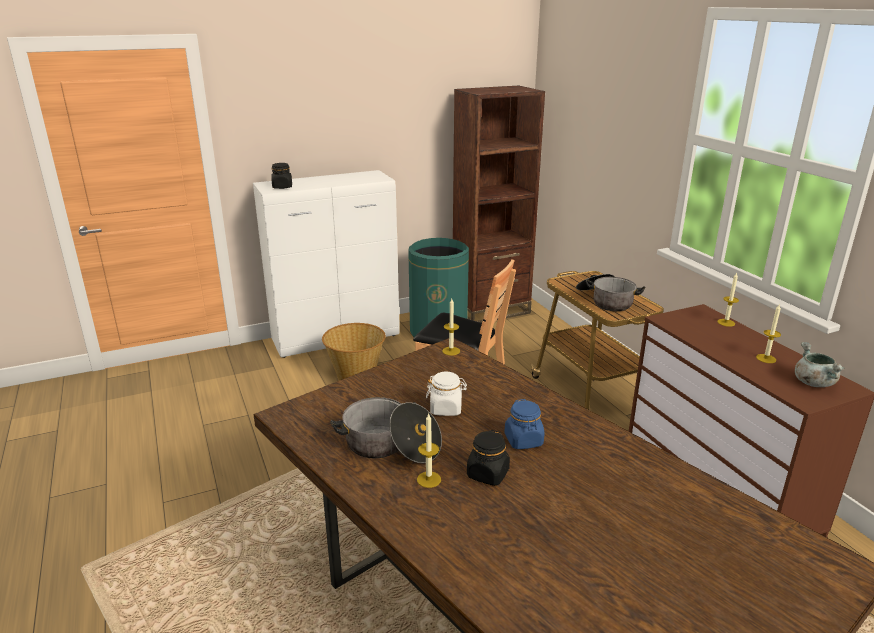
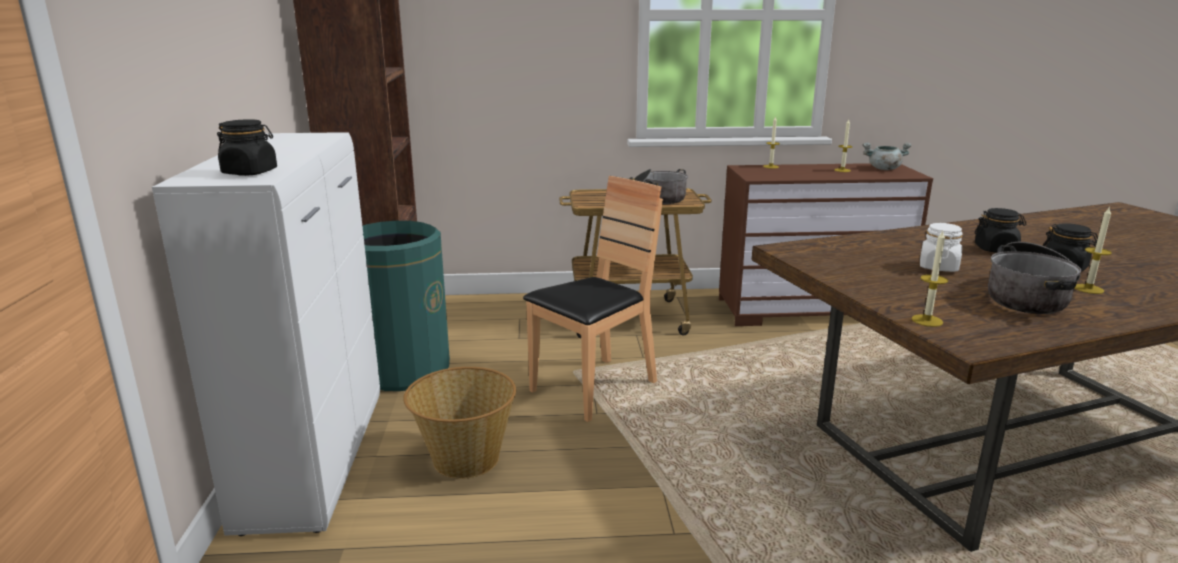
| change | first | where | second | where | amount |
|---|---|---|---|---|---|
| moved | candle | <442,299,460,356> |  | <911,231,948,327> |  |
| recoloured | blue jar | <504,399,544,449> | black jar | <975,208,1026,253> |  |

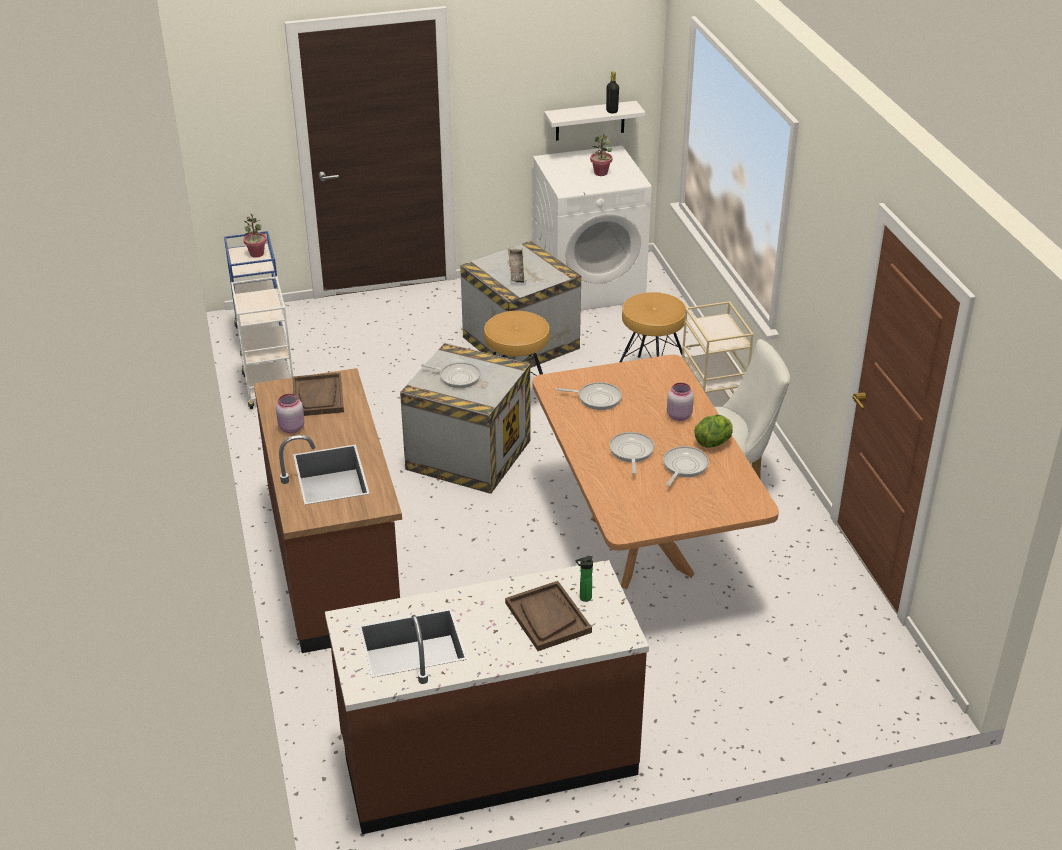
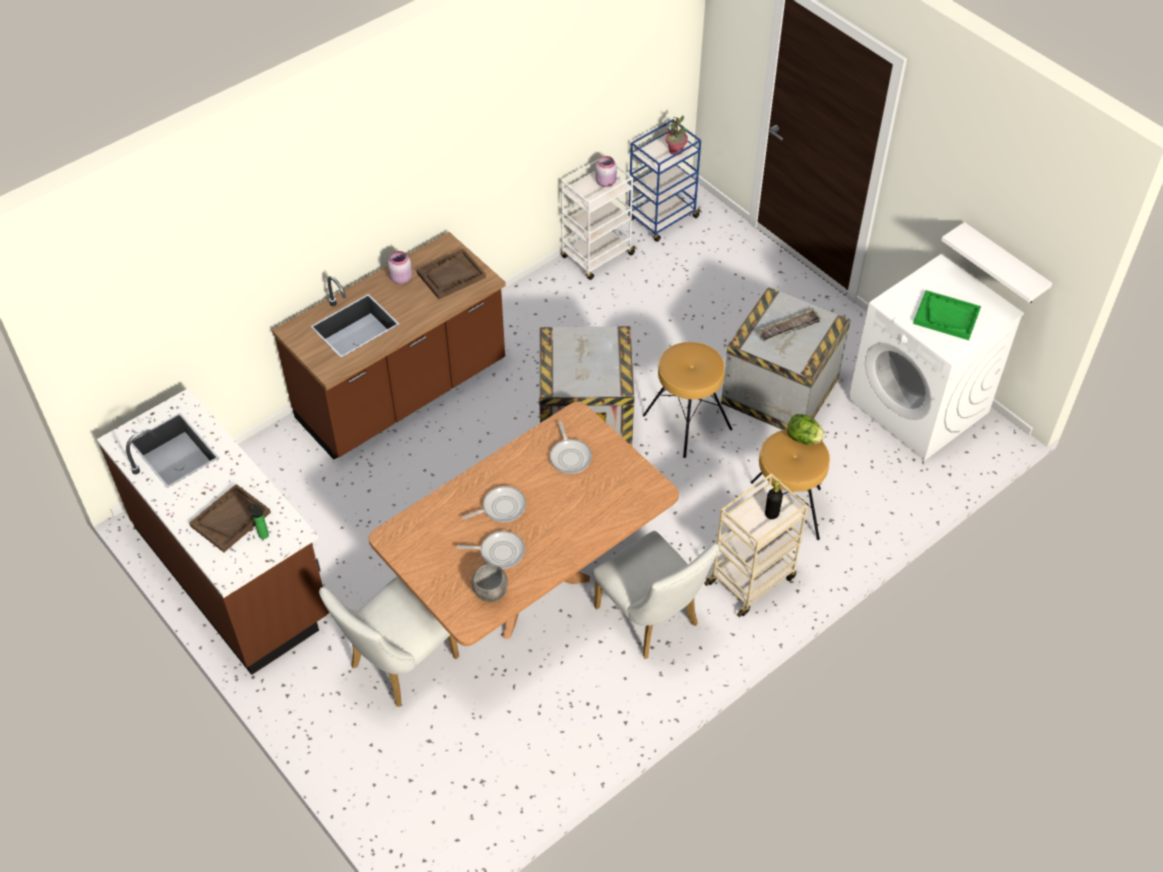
| change | first | where | second | where | amount |
|---|---|---|---|---|---|
| removed | frying pan | <421,362,481,388> |  |  |  |
| replaced | potted plant | <590,134,612,176> | green tray | <913,290,981,340> |  |
| moved | black bottle | <606,71,619,113> |  | <765,481,783,519> |  |
| moved | pink jar | <667,383,694,421> |  | <595,156,617,187> |  |
| moved | lettuce | <694,415,733,448> |  | <787,414,825,445> |  |
| added |  |  | white chair | <319,576,459,707> |  |
| added |  |  | grey bowl | <472,564,508,602> |  |

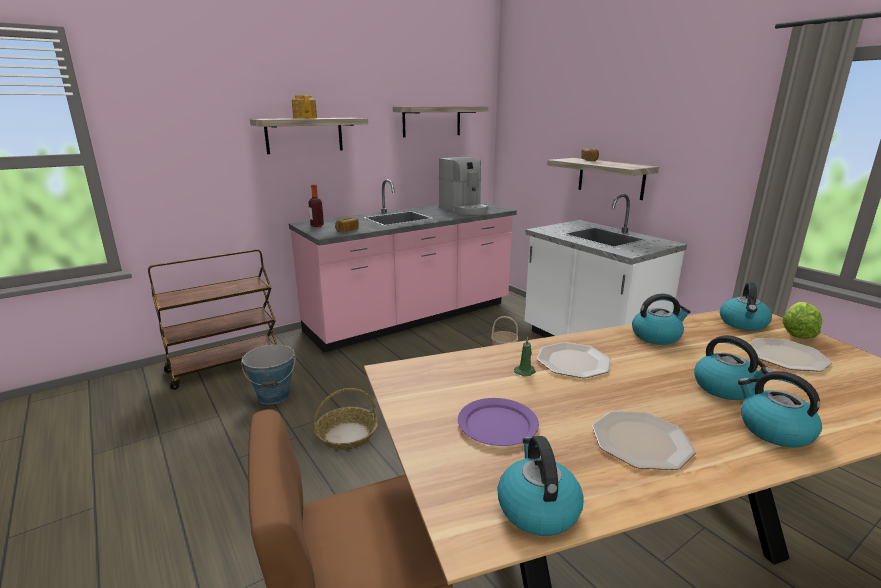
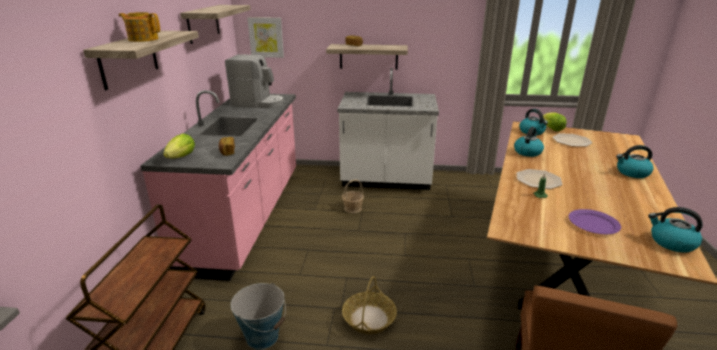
| change | first | where | second | where | amount |
|---|---|---|---|---|---|
| replaced | bottle | <309,184,324,227> | lettuce | <163,133,195,158> |  |
| removed | plate | <592,411,696,470> |  |  |  |
| removed | kettle | <694,335,773,400> |  |  |  |
| added |  |  | picture | <247,17,284,58> |  |

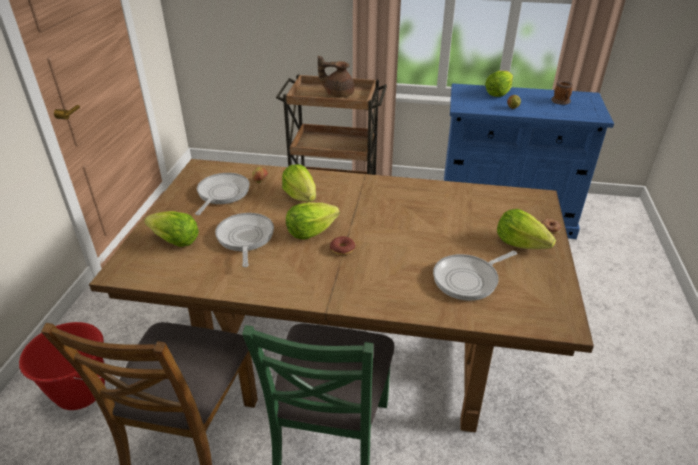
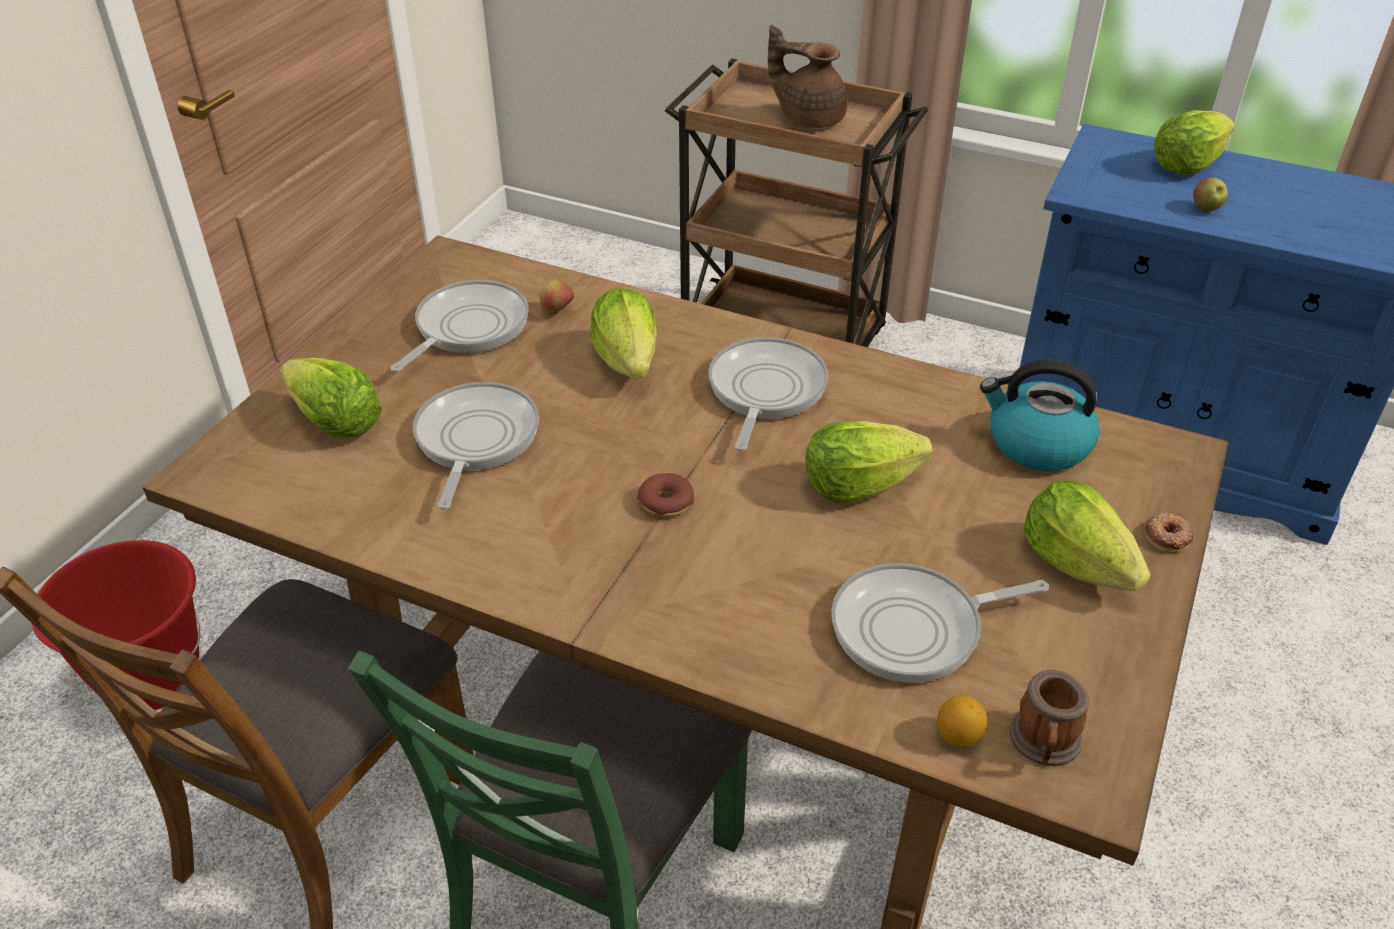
| change | first | where | second | where | amount |
|---|---|---|---|---|---|
| moved | lettuce | <286,202,340,240> |  | <805,421,932,503> |  |
| moved | mug | <551,81,573,105> |  | <1010,670,1089,766> |  |
| added |  |  | frying pan | <708,337,828,451> |  |
| added |  |  | lemon | <937,696,988,747> |  |
| added |  |  | kettle | <980,360,1100,471> |  |

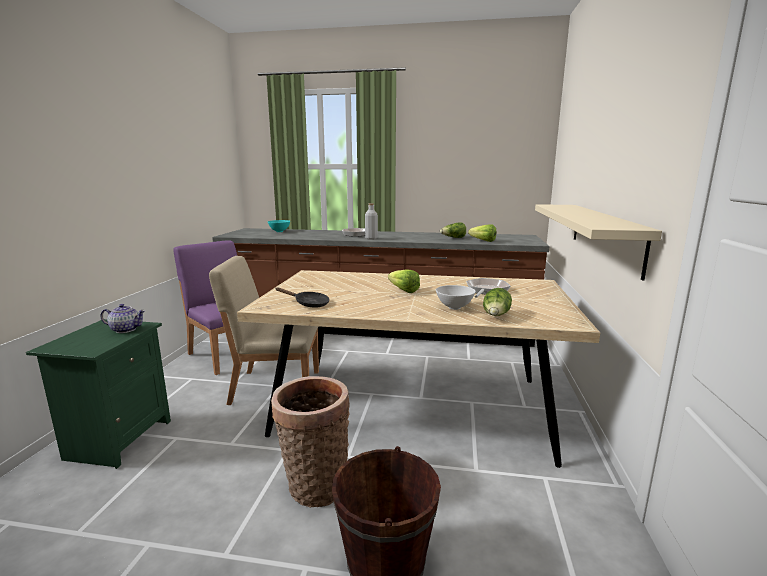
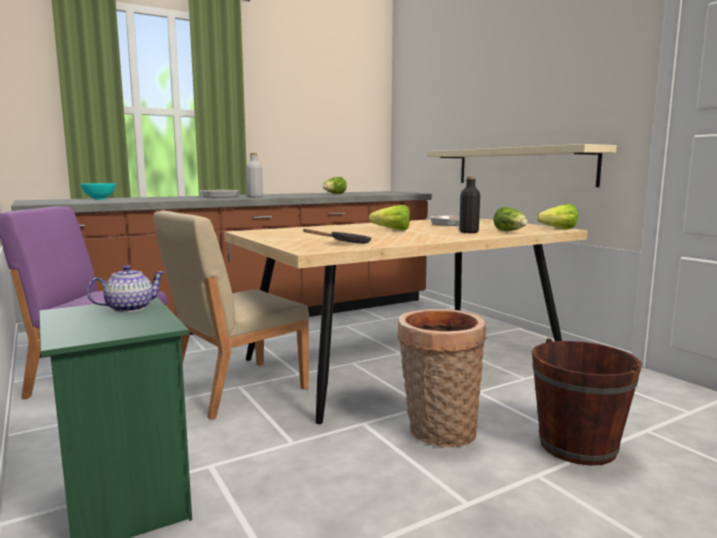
| change | first | where | second | where | amount |
|---|---|---|---|---|---|
| replaced | white bowl | <436,285,476,310> | black bottle | <459,177,480,233> |  |
| moved | lettuce | <468,224,496,242> |  | <537,204,578,229> |  |

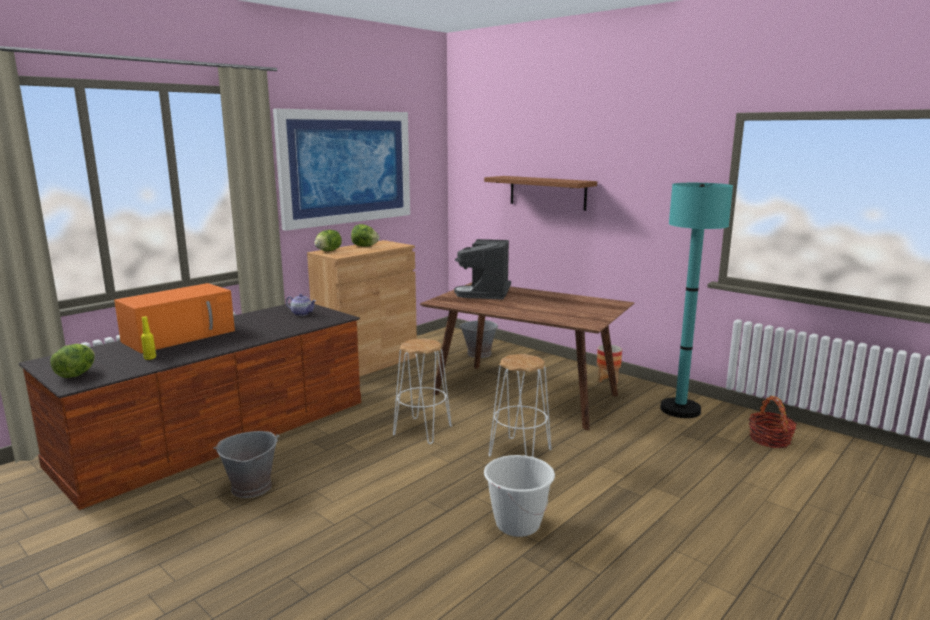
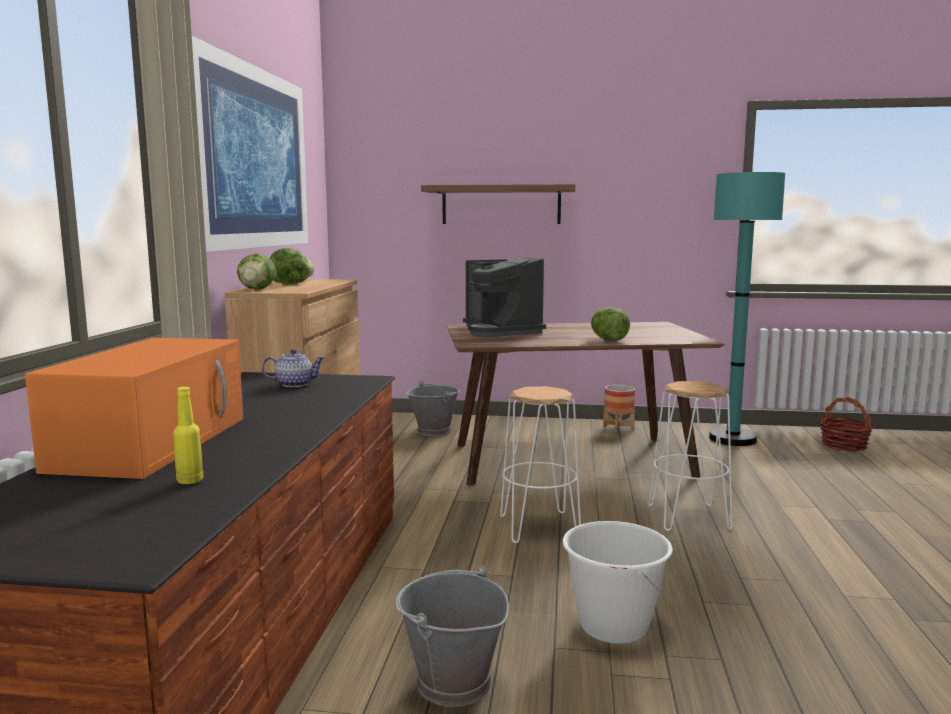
| change | first | where | second | where | amount |
|---|---|---|---|---|---|
| moved | lettuce | <50,344,95,378> |  | <591,307,630,341> |  |
| moved | white bucket | <484,455,555,537> |  | <563,521,673,644> |  |

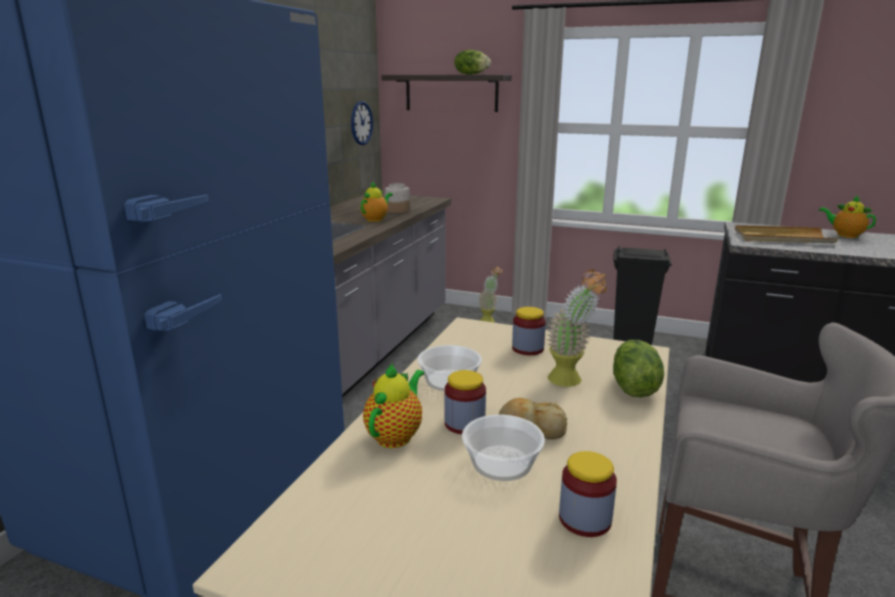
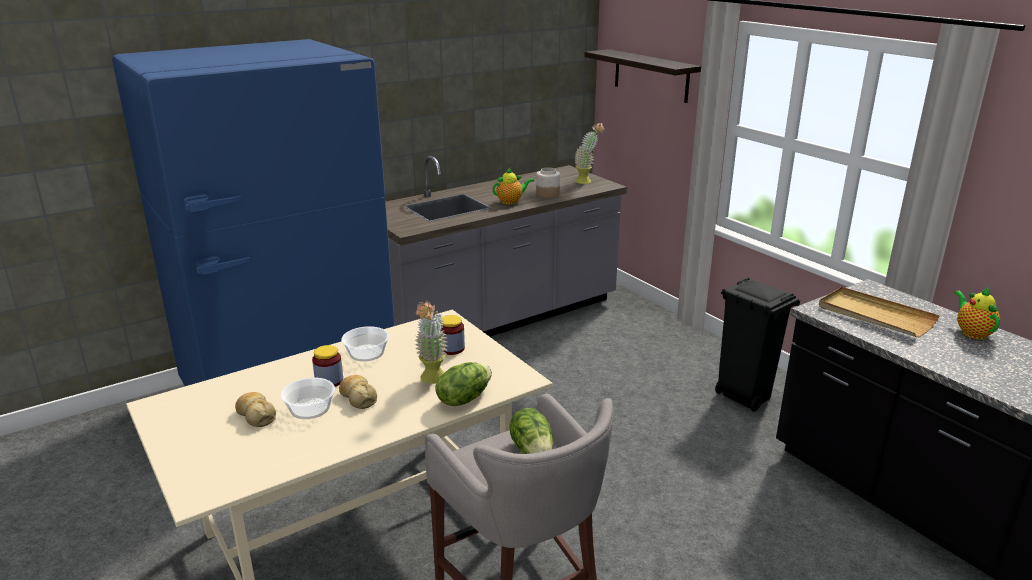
| change | first | where | second | where | amount |
|---|---|---|---|---|---|
| removed | wall clock | <351,101,373,145> |  |  |  |
| removed | teapot | <363,363,424,448> |  |  |  |
| moved | lettuce | <454,50,491,75> |  | <510,408,553,454> |  |
| moved | potted plant | <479,266,503,322> |  | <575,123,604,184> |  |
| removed | jar | <559,451,617,537> |  |  |  |
| added |  |  | bread | <235,392,276,427> |  |

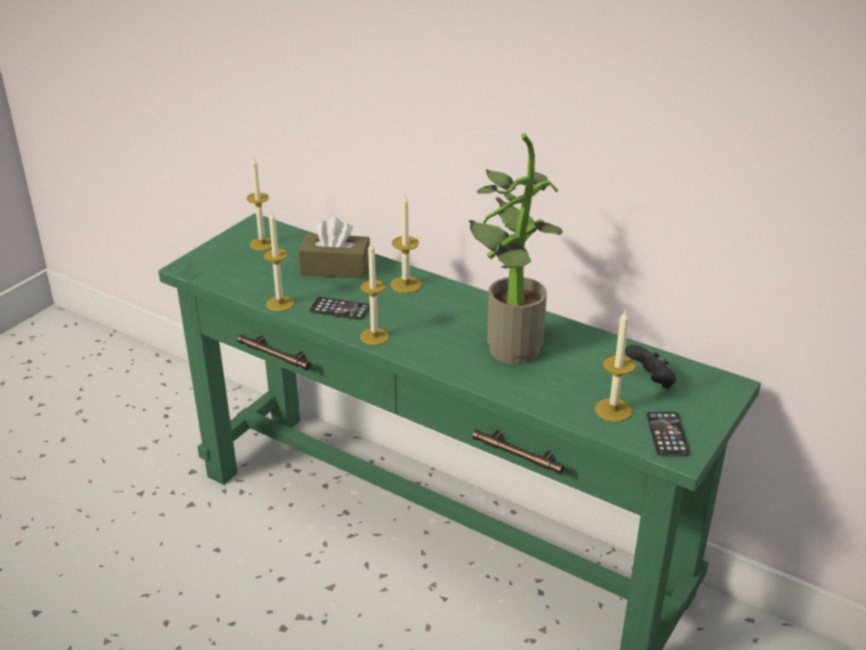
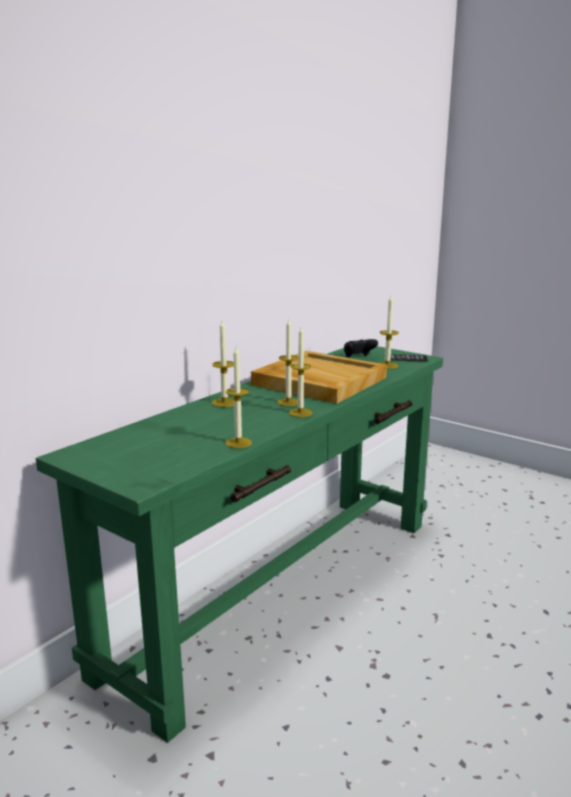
| change | first | where | second | where | amount |
|---|---|---|---|---|---|
| moved | candle | <246,156,272,251> |  | <277,320,299,406> |  |
| removed | brown tissue box | <298,217,370,279> |  |  |  |
| removed | phone | <309,297,370,320> |  |  |  |
| replaced | potted plant | <469,133,563,365> | beige tray | <251,351,387,404> |  |

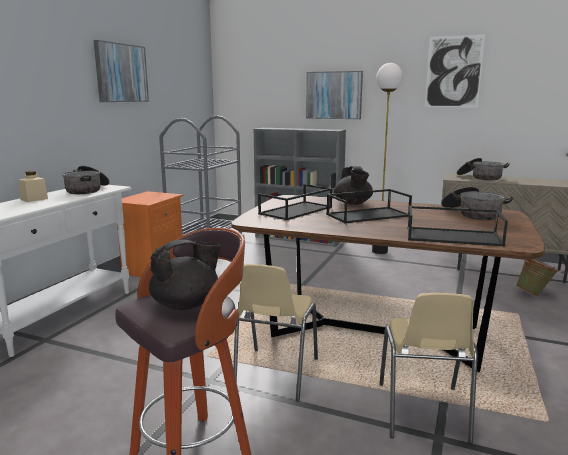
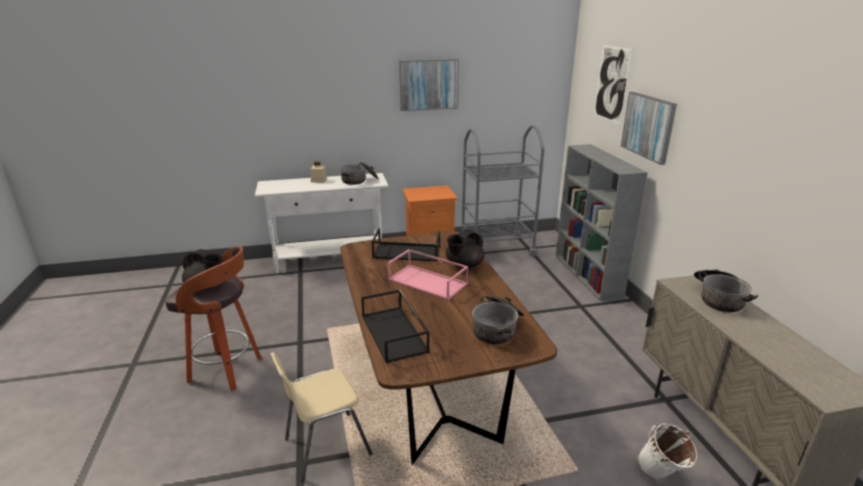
| change | first | where | second | where | amount |
|---|---|---|---|---|---|
| removed | beige chair | <233,264,318,401> |  |  |  |
| recoloured | black tray | <326,189,412,223> | pink tray | <388,249,468,300> |  |
| removed | floor lamp | <372,63,403,254> |  |  |  |
| moved | picture | <425,35,485,108> |  | <594,45,632,125> |  |
| recoloured | green bucket | <516,259,559,296> | white bucket | <637,423,698,480> |  |

